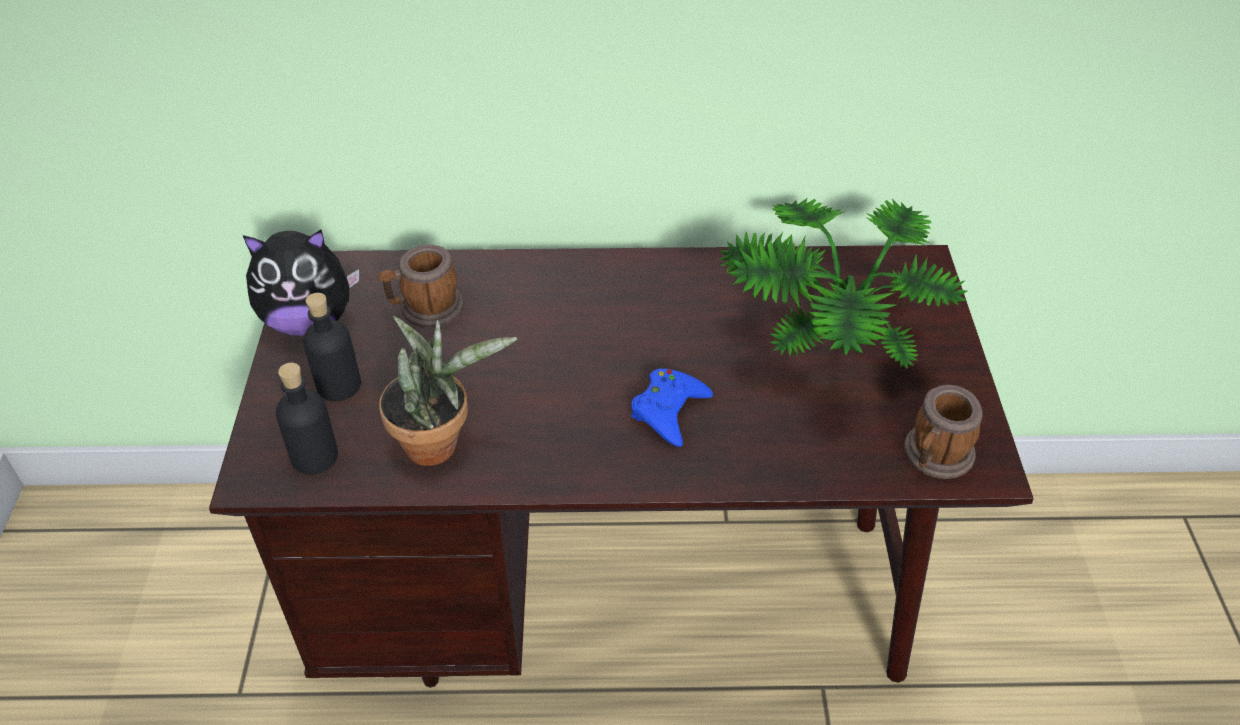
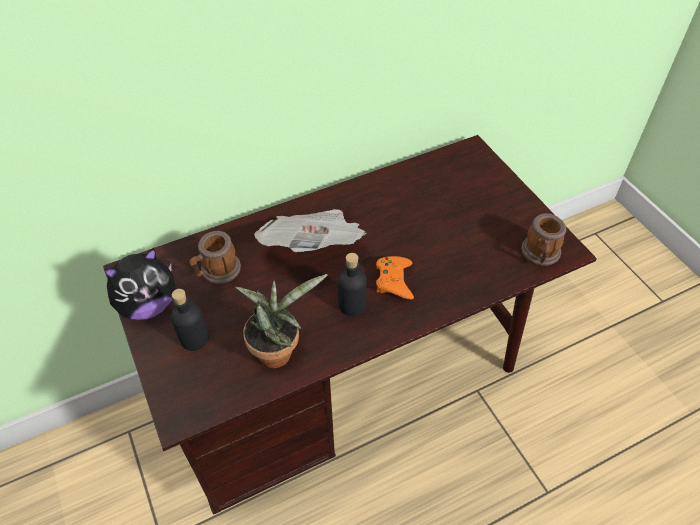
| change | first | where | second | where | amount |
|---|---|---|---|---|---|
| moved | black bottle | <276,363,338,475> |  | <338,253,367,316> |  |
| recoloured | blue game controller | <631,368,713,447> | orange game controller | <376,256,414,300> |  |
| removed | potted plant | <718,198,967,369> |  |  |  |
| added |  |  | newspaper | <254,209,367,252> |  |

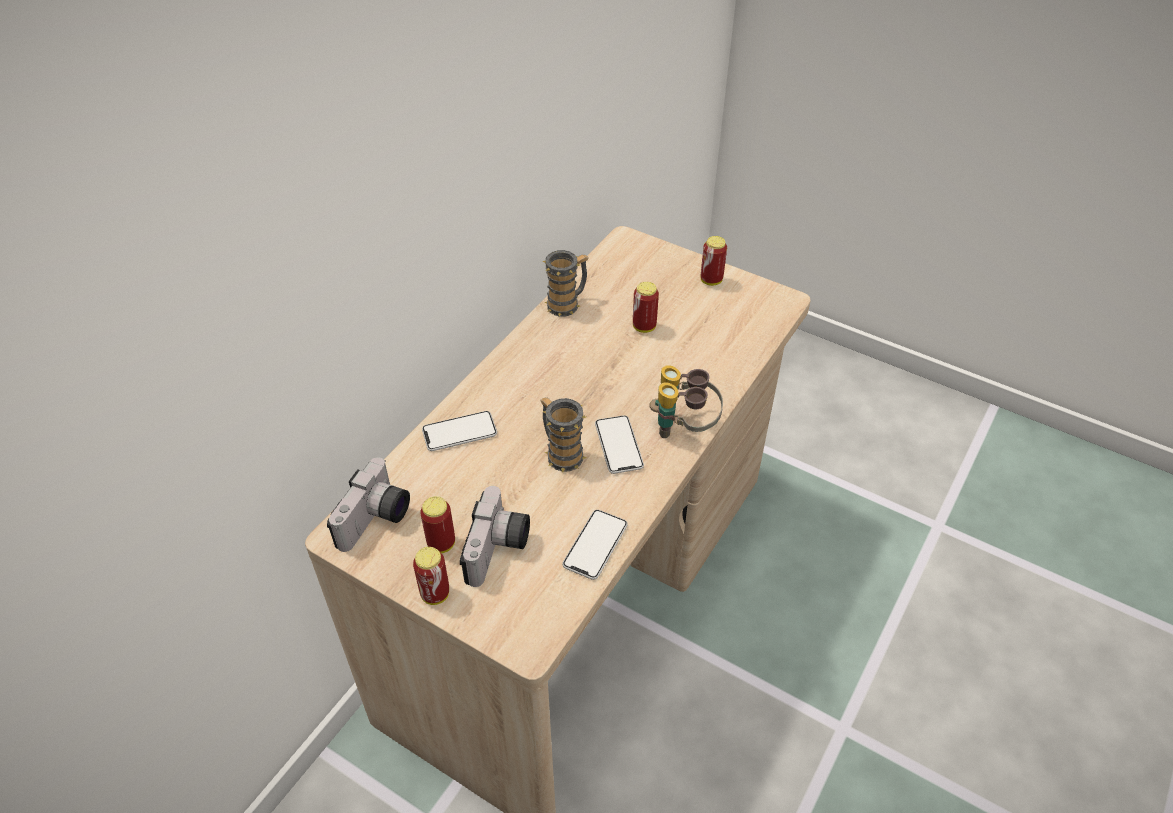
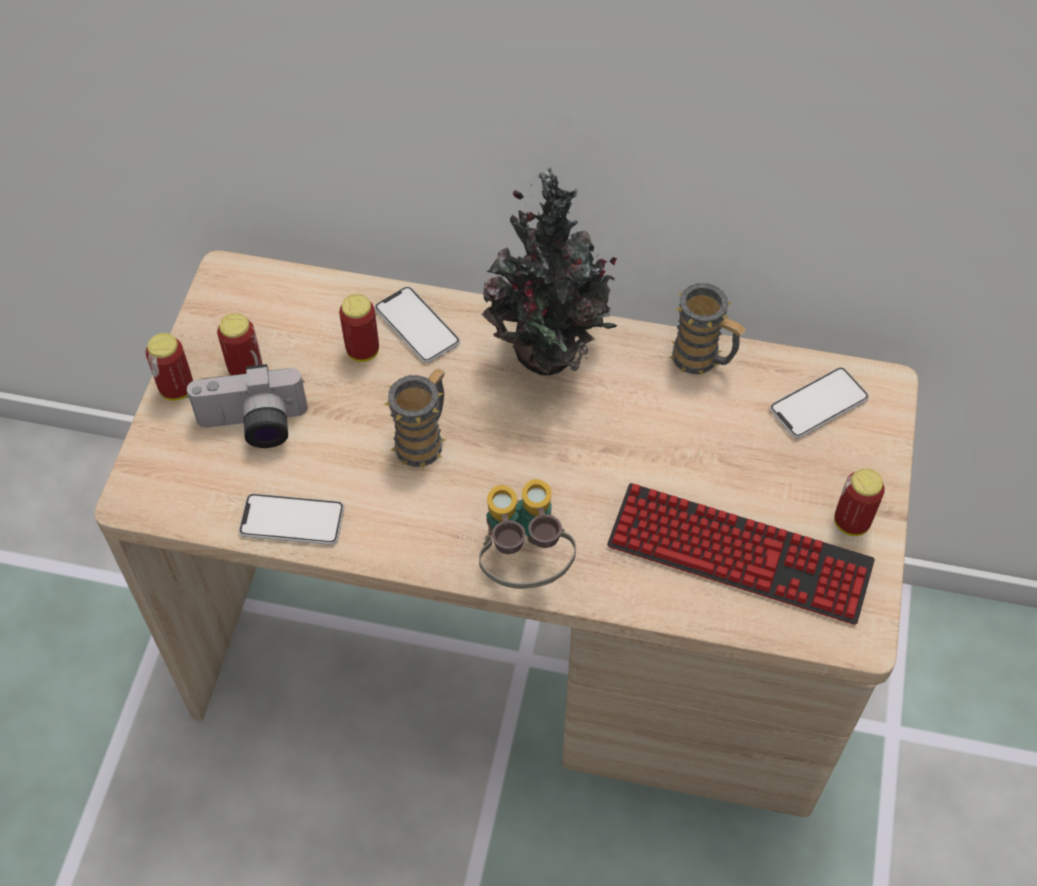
| change | first | where | second | where | amount |
|---|---|---|---|---|---|
| removed | photo camera | <327,457,410,552> |  |  |  |
| moved | phone | <595,415,644,474> |  | <770,367,869,438> |  |
| moved | can | <633,282,659,333> |  | <339,294,379,362> |  |
| added |  |  | potted plant | <482,167,618,375> |  |
| added |  |  | keyboard | <607,483,875,625> |  |

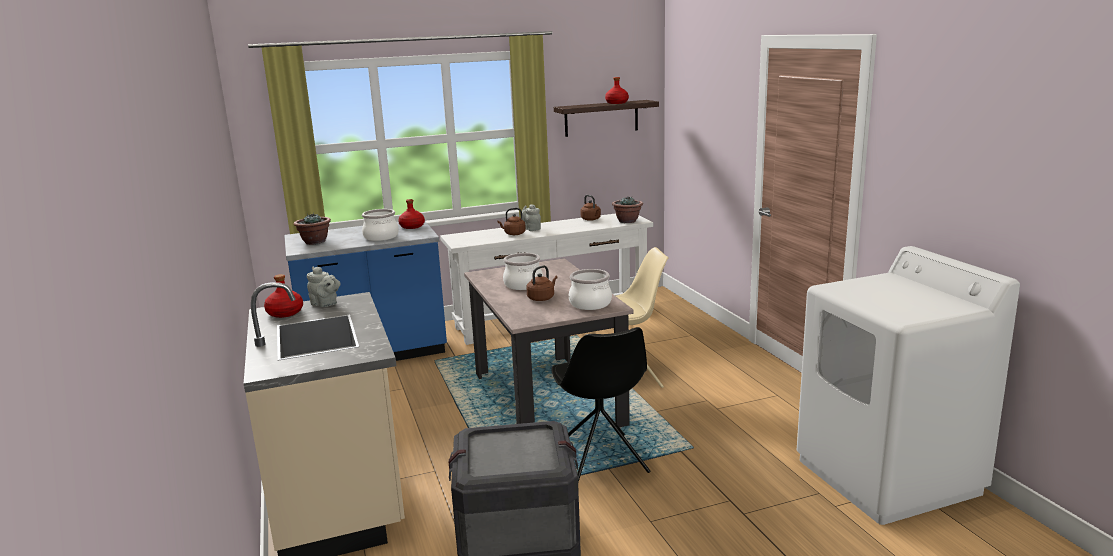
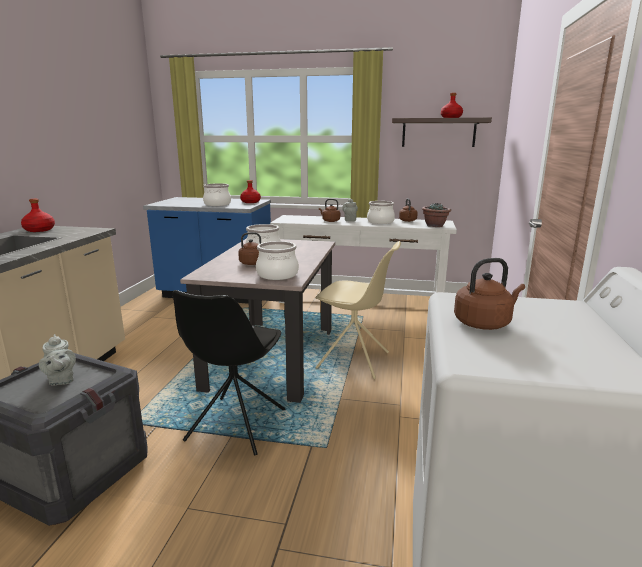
| change | first | where | second | where | amount |
|---|---|---|---|---|---|
| removed | potted plant | <293,213,331,245> |  |  |  |
| moved | grey teapot | <307,267,340,307> |  | <39,334,76,385> |  |
| added |  |  | cooking pot | <367,201,395,224> |  |
| added |  |  | brown kettle | <454,258,525,330> |  |

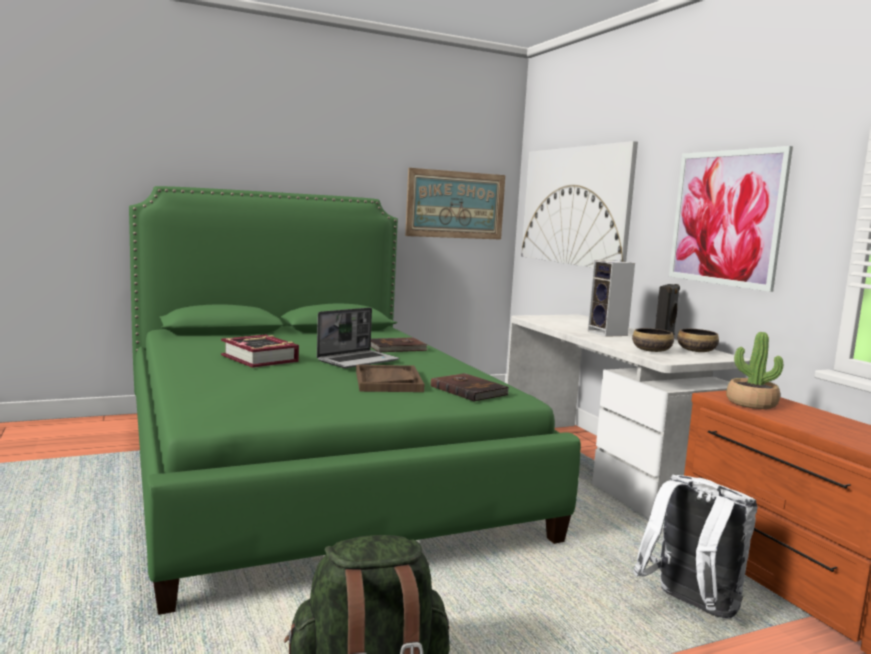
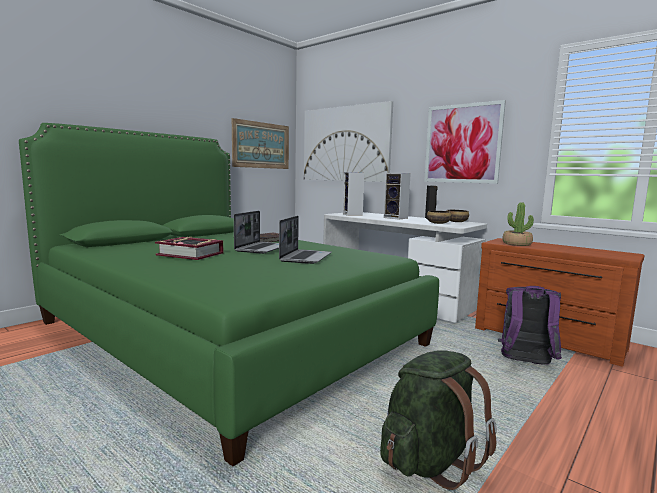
| change | first | where | second | where | amount |
|---|---|---|---|---|---|
| replaced | brown tray | <356,365,424,392> | laptop | <279,216,332,264> |  |
| removed | brown book | <431,373,509,402> |  |  |  |
| recoloured | white backpack | <633,475,758,619> | purple backpack | <498,286,562,364> |  |
| added |  |  | speaker | <343,172,364,216> |  |

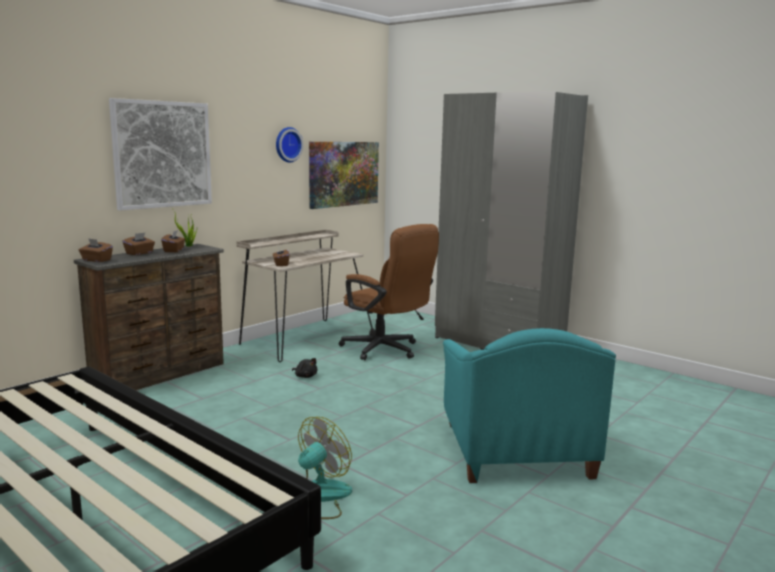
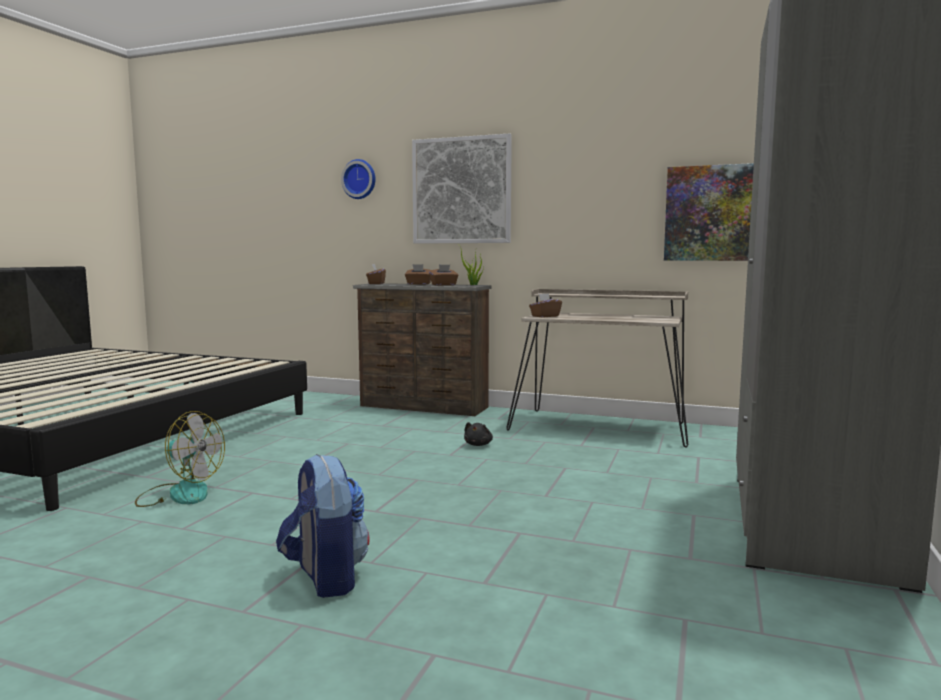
| change | first | where | second | where | amount |
|---|---|---|---|---|---|
| moved | wall clock | <276,127,304,163> |  | <341,159,375,199> |  |
| removed | brown office chair | <339,224,439,360> |  |  |  |
| replaced | turquoise armchair | <443,328,616,483> | backpack | <276,454,369,598> |  |

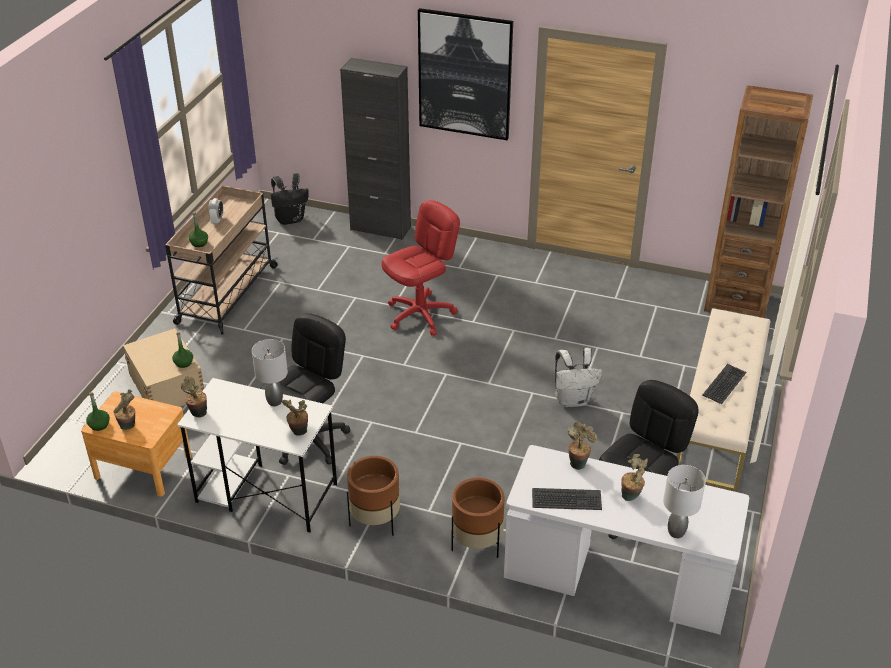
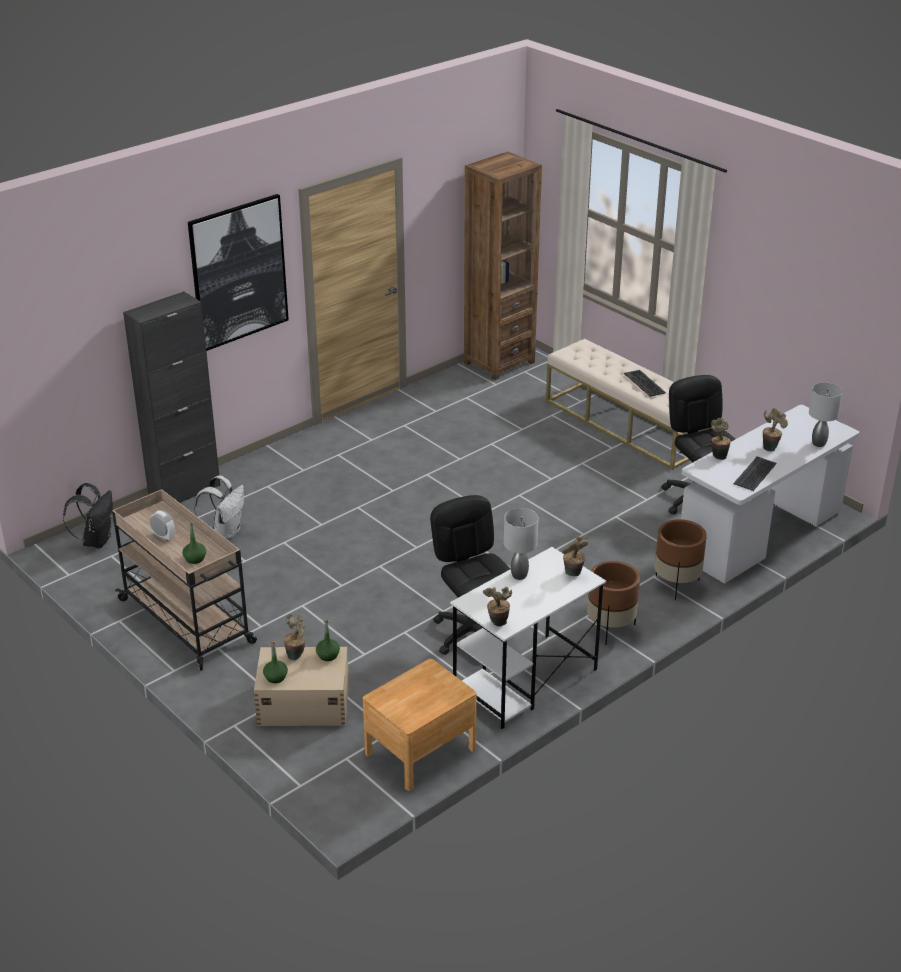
| change | first | where | second | where | amount |
|---|---|---|---|---|---|
| moved | green bottle | <86,392,110,431> |  | <263,640,288,683> |  |
| moved | potted plant | <113,389,135,430> |  | <284,613,306,660> |  |
| removed | red office chair | <381,200,460,336> |  |  |  |
| moved | white backpack | <555,348,602,407> |  | <194,475,244,541> |  |

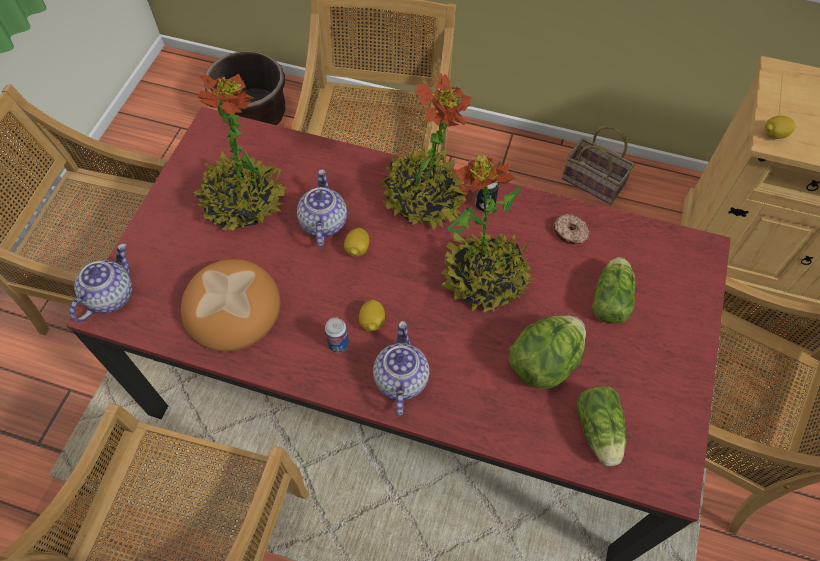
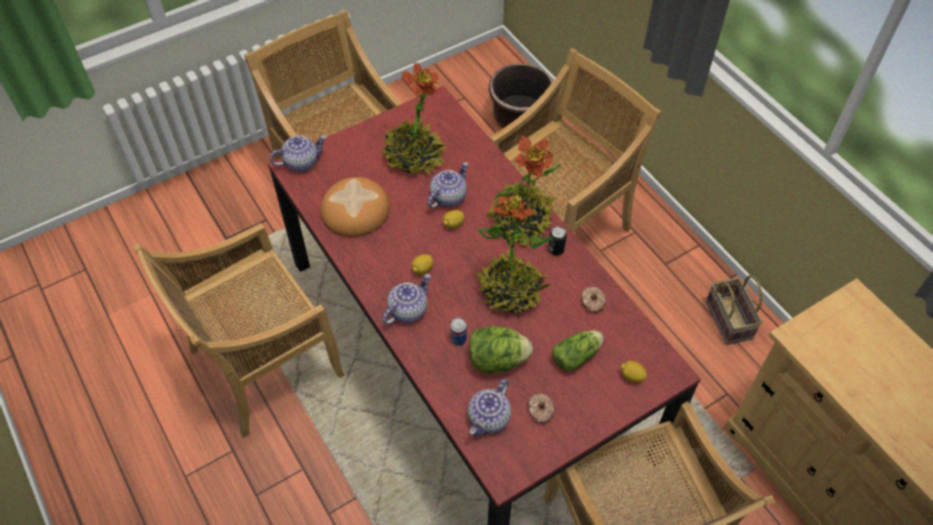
| change | first | where | second | where | amount |
|---|---|---|---|---|---|
| moved | can | <325,317,349,353> |  | <450,318,466,346> |  |
| replaced | lettuce | <577,386,627,466> | teapot | <468,379,511,436> |  |
| moved | lemon | <765,116,795,139> |  | <621,361,647,383> |  |
| added |  |  | donut | <528,393,555,423> |  |

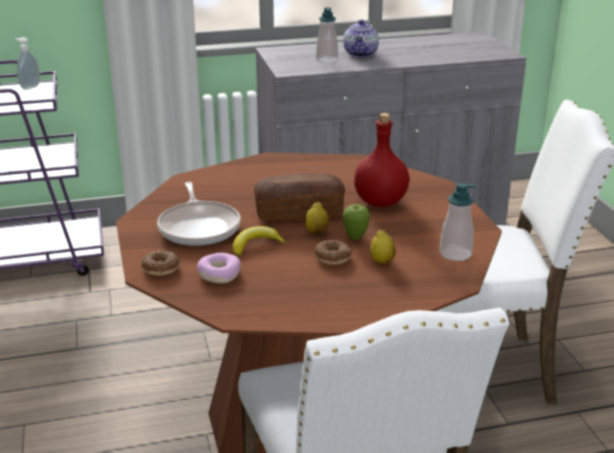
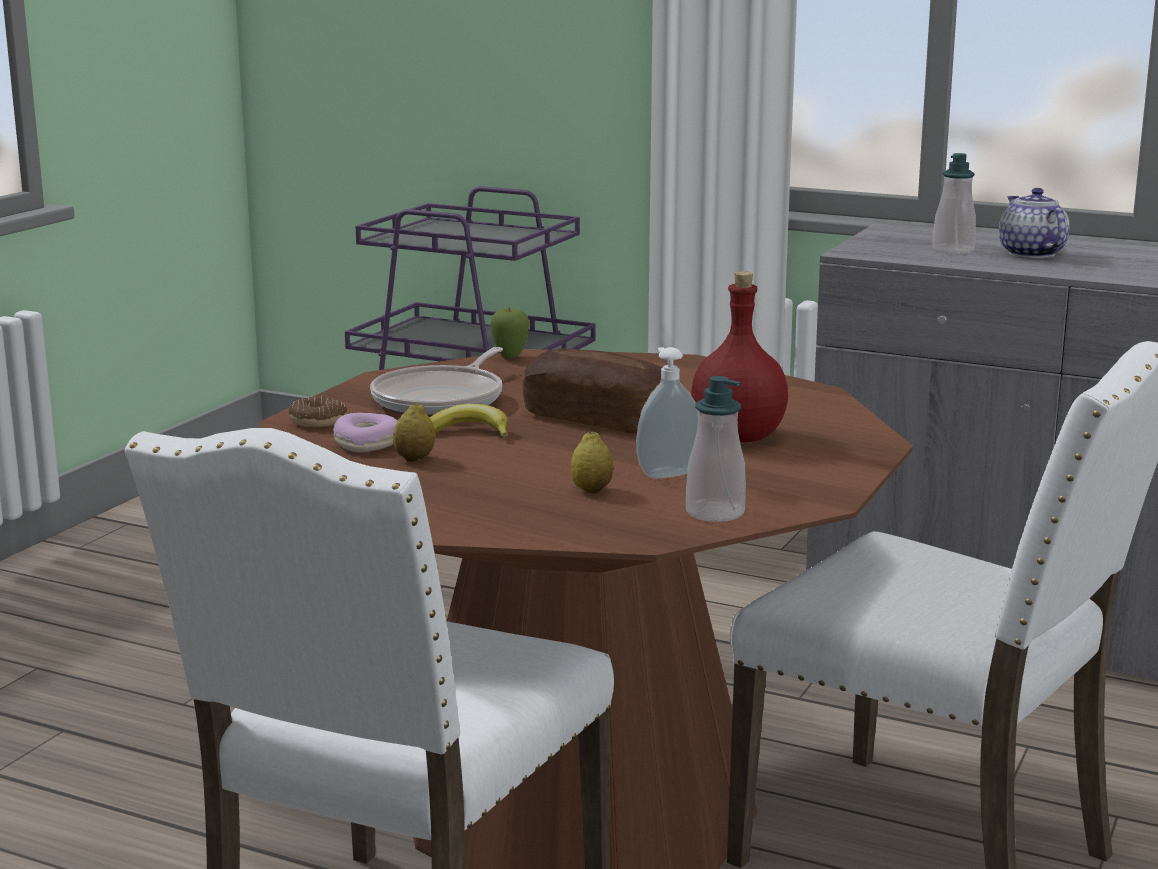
| change | first | where | second | where | amount |
|---|---|---|---|---|---|
| moved | soap dispenser | <15,37,40,90> |  | <636,347,698,479> |  |
| moved | lemon | <305,202,329,235> |  | <393,403,435,462> |  |
| removed | donut | <314,240,352,265> |  |  |  |
| turned | teapot | <343,20,379,57> |  | <999,188,1070,258> | 120 degrees clockwise |
| moved | apple | <343,204,370,240> |  | <490,308,529,359> |  |

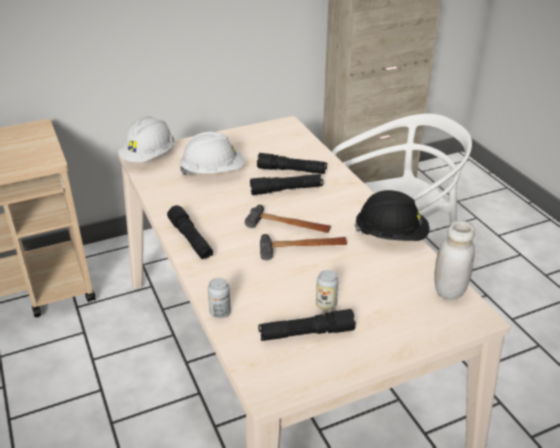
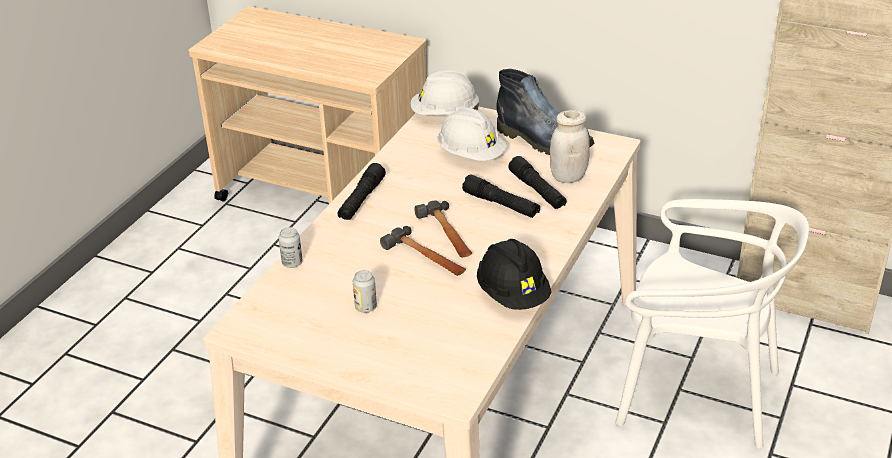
| change | first | where | second | where | amount |
|---|---|---|---|---|---|
| removed | black flashlight | <258,309,356,341> |  |  |  |
| moved | white jar | <434,220,475,300> |  | <550,110,590,183> |  |
| added |  |  | boot | <497,69,594,155> |  |

